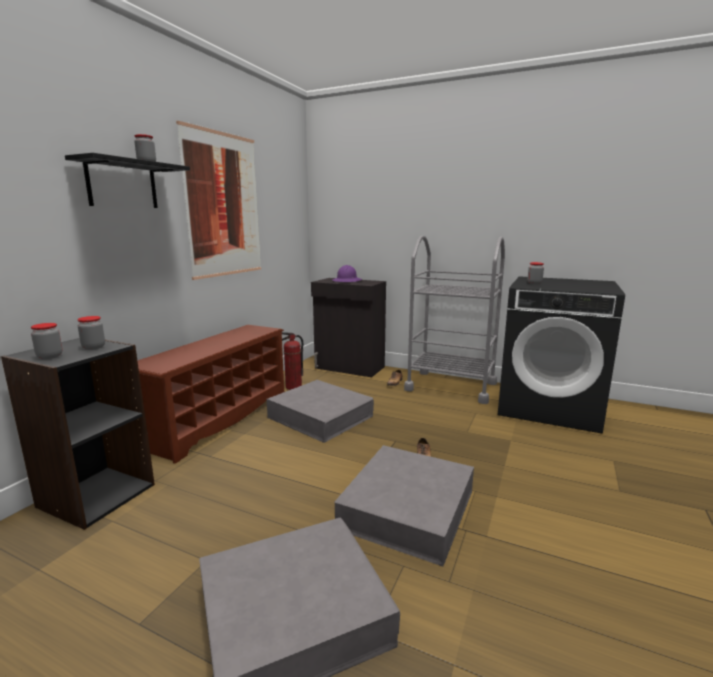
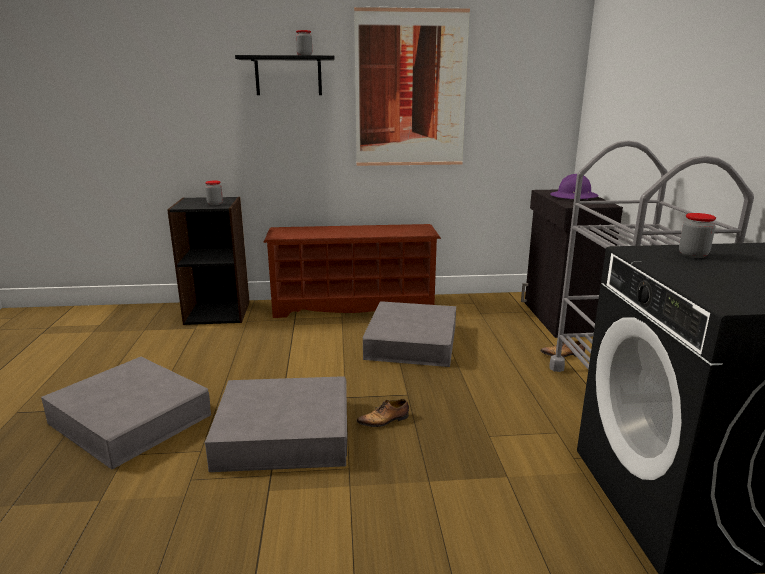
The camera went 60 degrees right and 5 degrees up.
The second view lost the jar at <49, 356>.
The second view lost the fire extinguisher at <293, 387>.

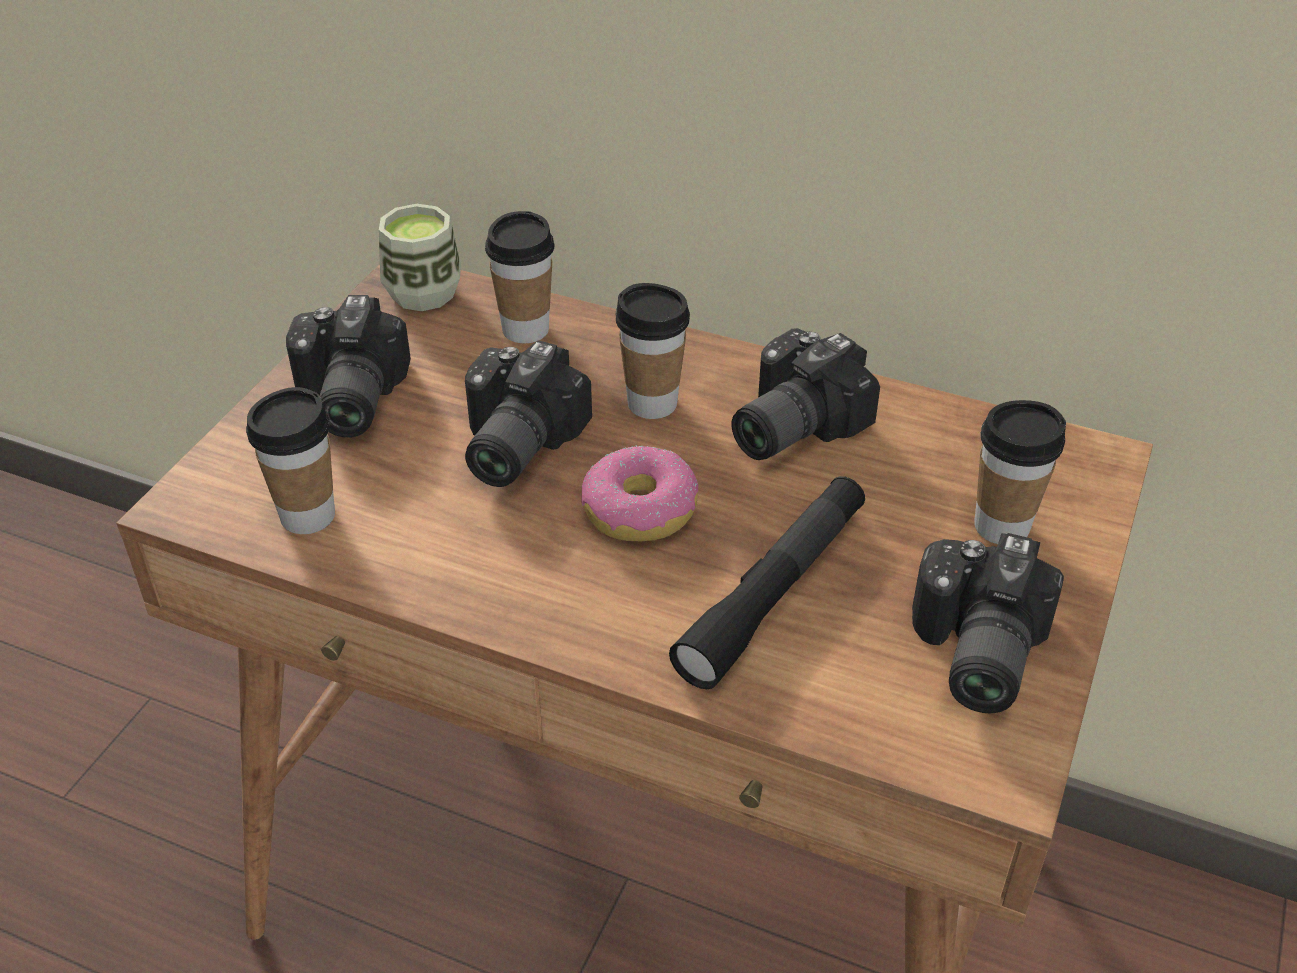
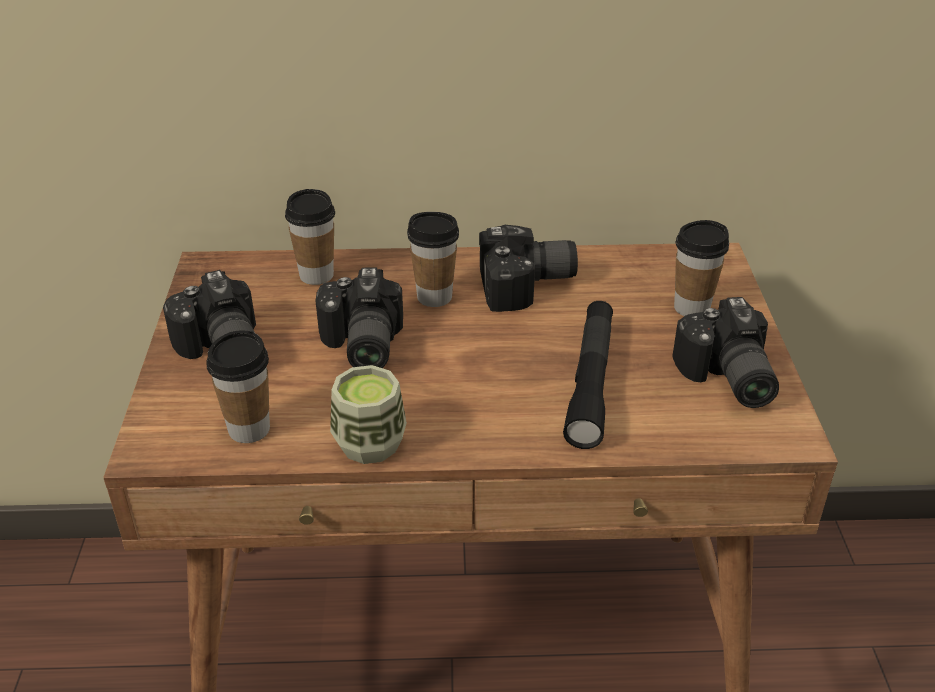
The camera went 25 degrees left and 5 degrees down.
The cup ended up elsewhere, having gone from <423, 293> to <369, 444>.
The photo camera at <787, 425> ended up facing another way, 120 degrees counterclockwise from before.
The second view lost the donut at <639, 509>.

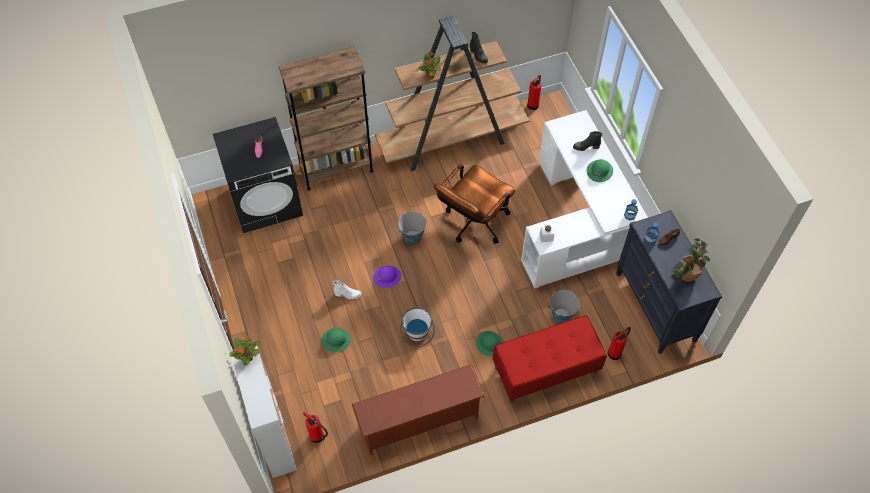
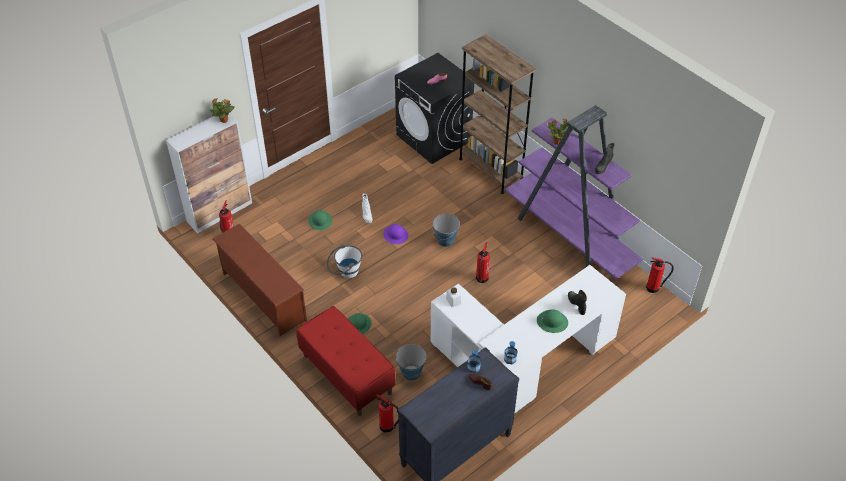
The camera went 70 degrees right and 10 degrees down.
What was the shelving unit in brown at <452, 140> turned into the shelving unit in purplish at <570, 238>.
Where the office chair in brown stood at <473, 224>, the fire extinguisher came to stand at <481, 279>.
The second view lost the houseplant at <684, 276>.

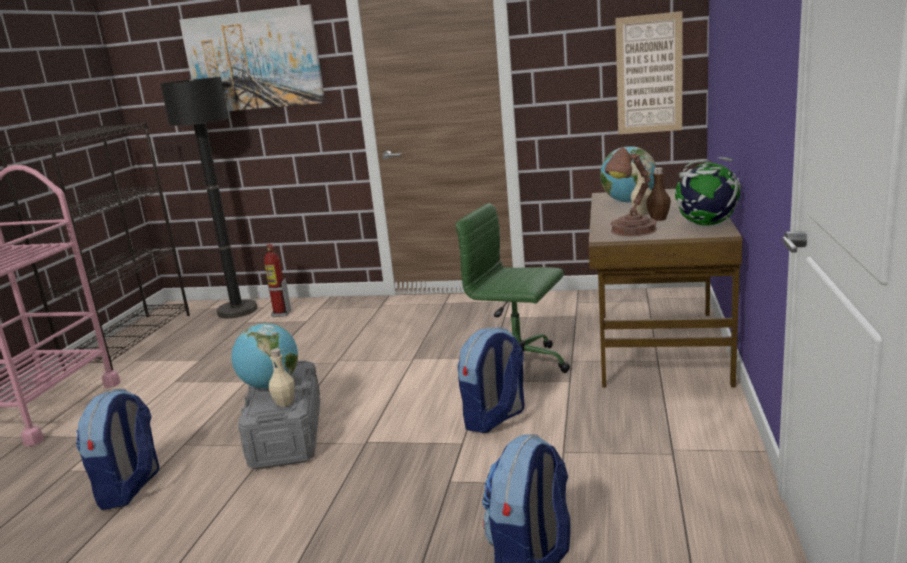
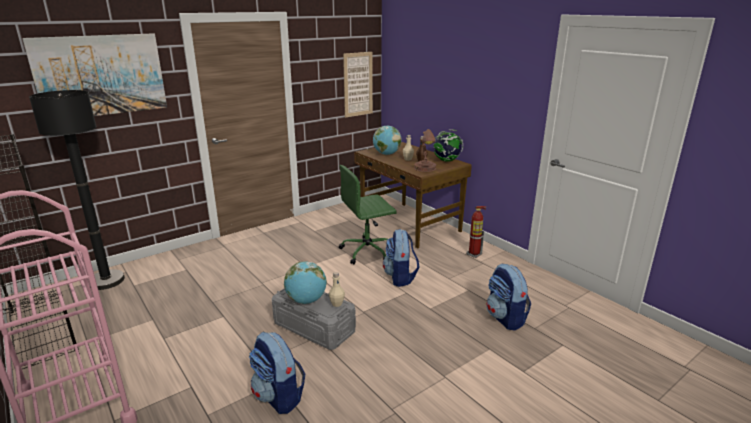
The camera went 50 degrees left and 5 degrees up.
The fire extinguisher ended up elsewhere, having gone from <281, 314> to <474, 254>.

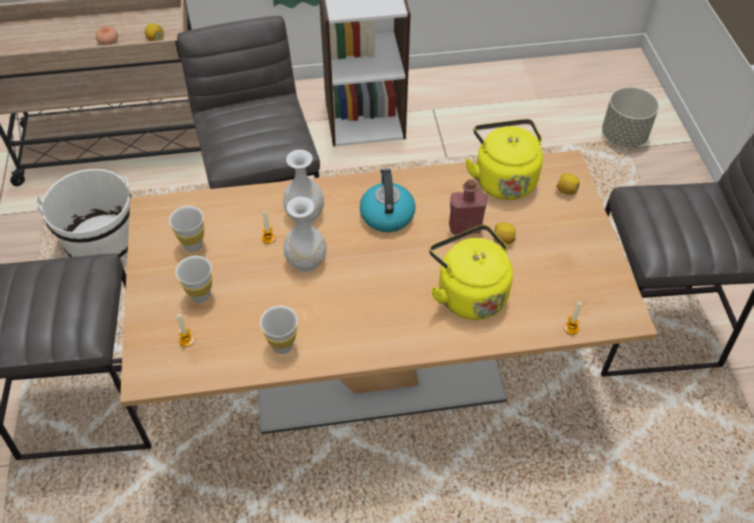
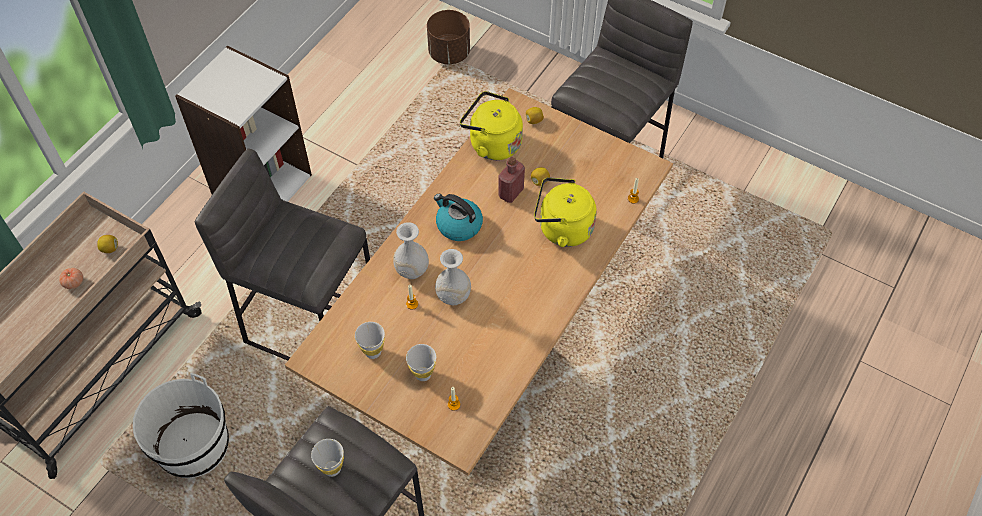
The camera went 50 degrees left and 5 degrees up.
What was the plant pot in greyish at <623, 136> turned into the plant pot in brown at <449, 54>.
The cup in white-coloured ended up elsewhere, having gone from <282, 346> to <332, 468>.

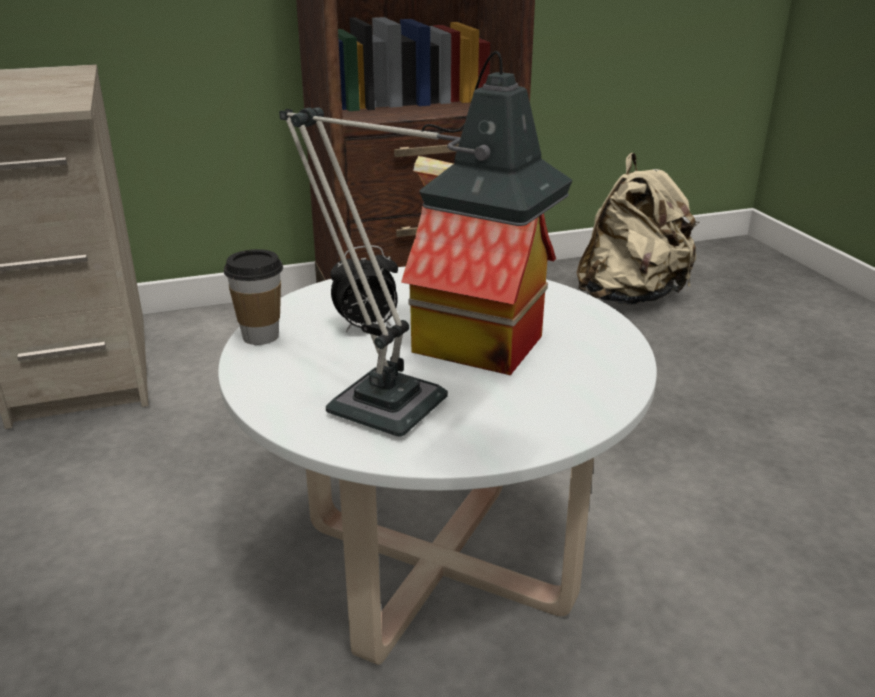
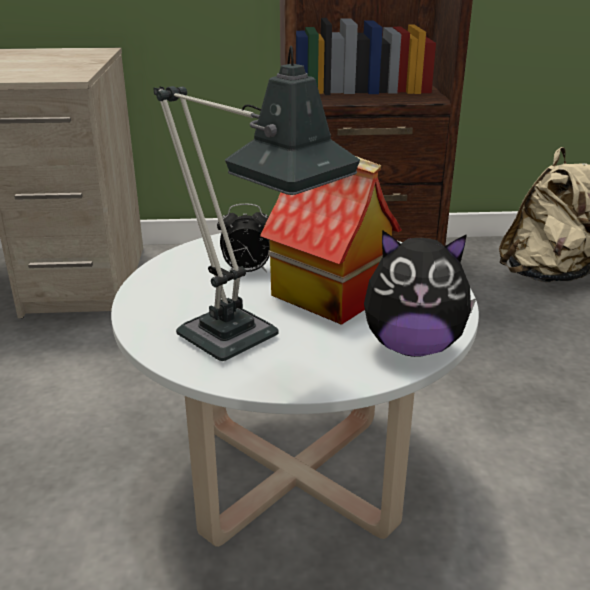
The camera went 15 degrees right and 0 degrees up.
The second view lost the cup at <261, 336>.
The second view gained the cuddly toy at <413, 347>.

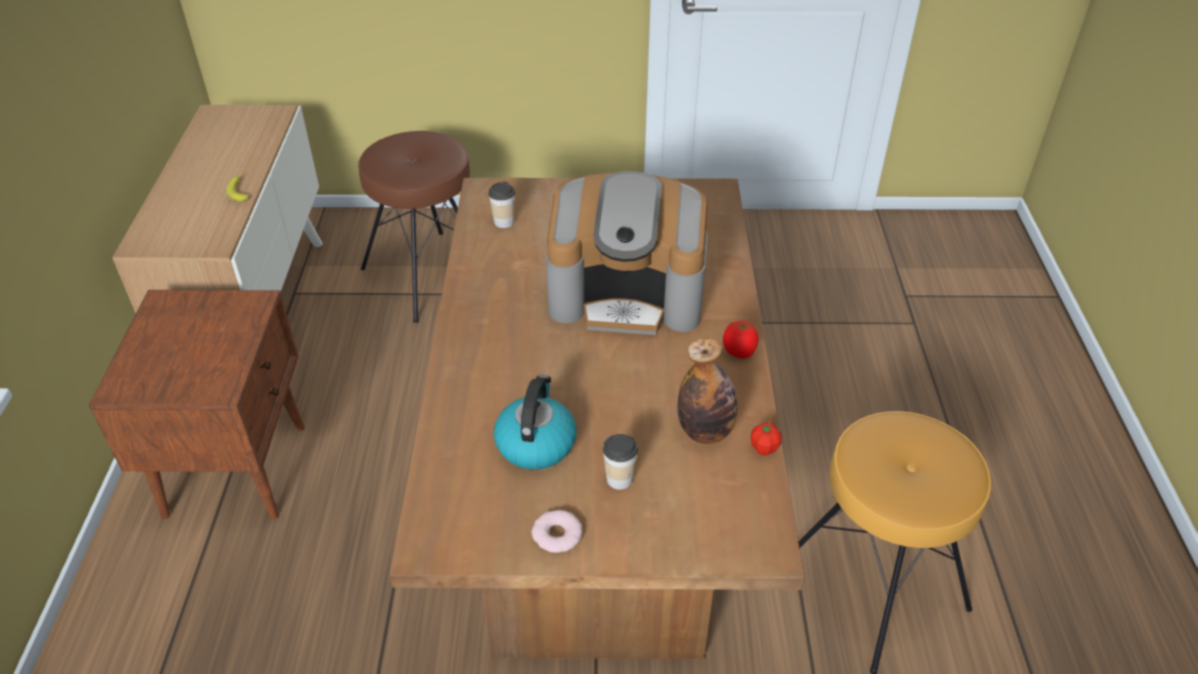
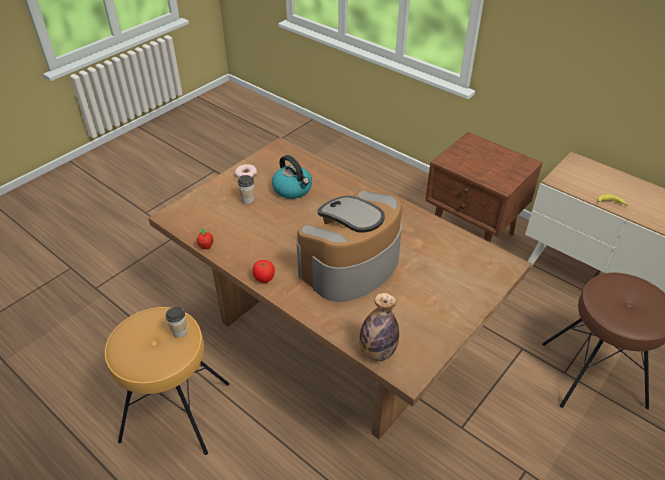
The camera went 130 degrees right and 0 degrees up.
The cup ended up elsewhere, having gone from <504, 222> to <179, 331>.
The beverage bottle ended up elsewhere, having gone from <705, 431> to <377, 352>.

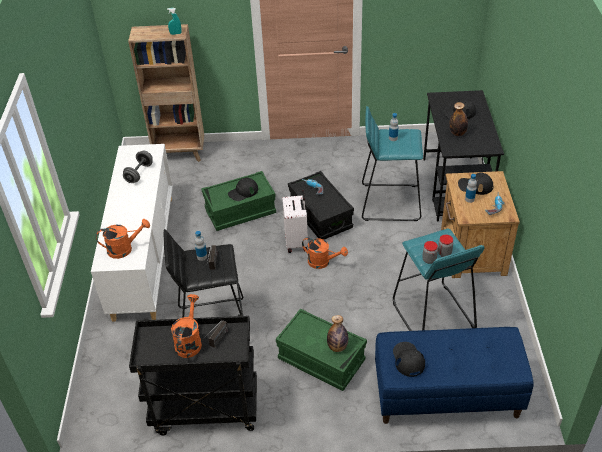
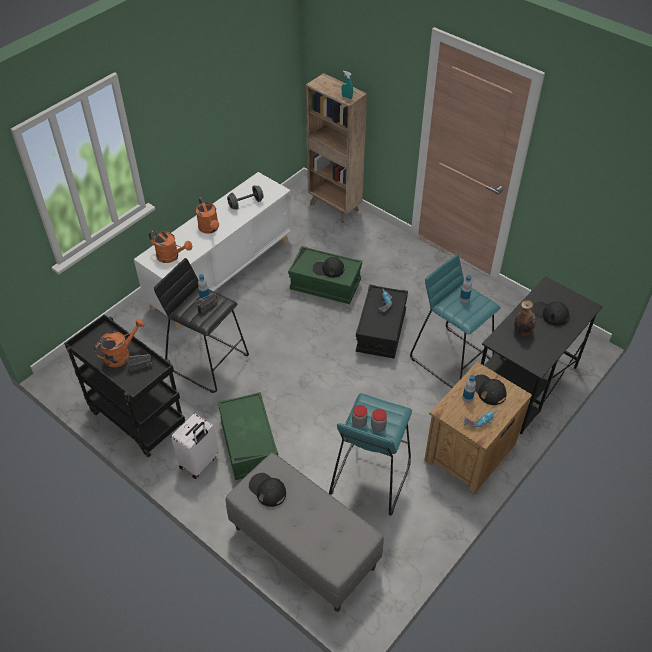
The camera went 40 degrees right and 5 degrees up.
The piece of luggage in white-coloured ended up elsewhere, having gone from <297, 242> to <199, 463>.
The sprinkling can in orange ended up elsewhere, having gone from <322, 262> to <210, 229>.
The second view lost the beverage bottle at <337, 347>.
What was the long seat in blue-coloured at <446, 396> turned into the long seat in greyish at <303, 547>.
The peaked cap in blackish at <408, 360> ended up facing another way, 75 degrees counterclockwise from before.

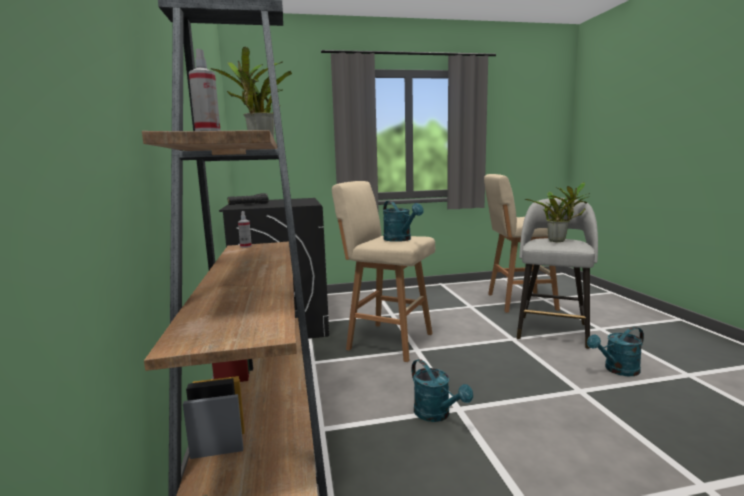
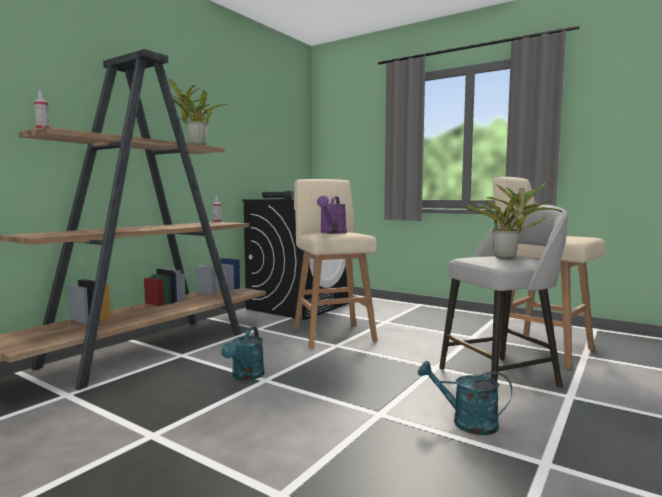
The camera went 45 degrees right and 5 degrees down.
What was the sprinkling can in blue-green at <400, 239> turned into the sprinkling can in purplish at <332, 233>.

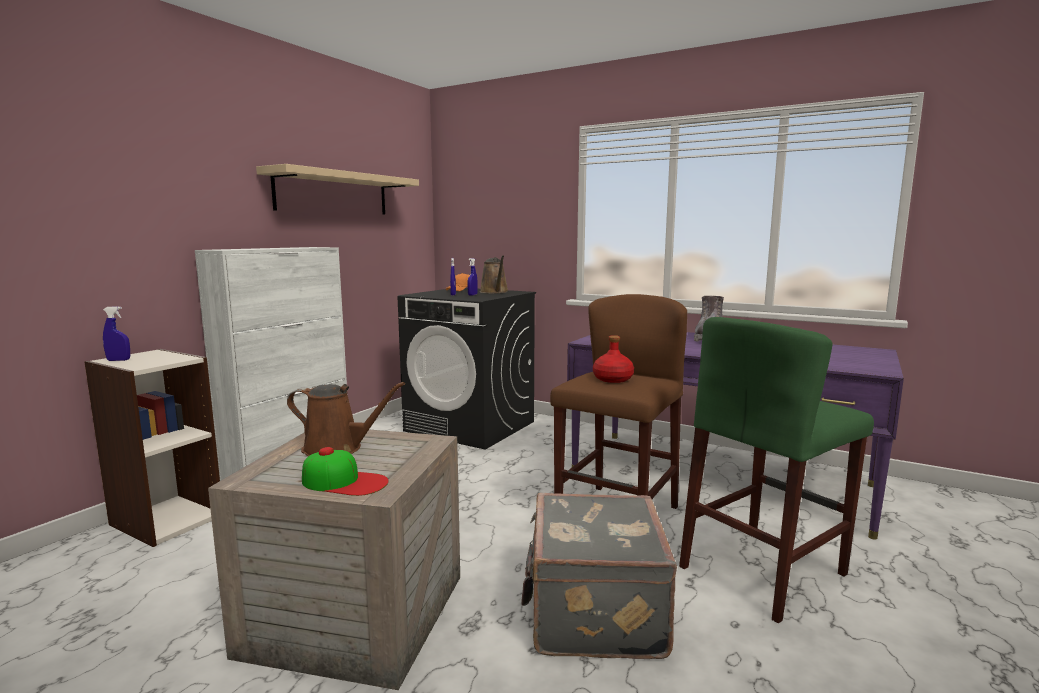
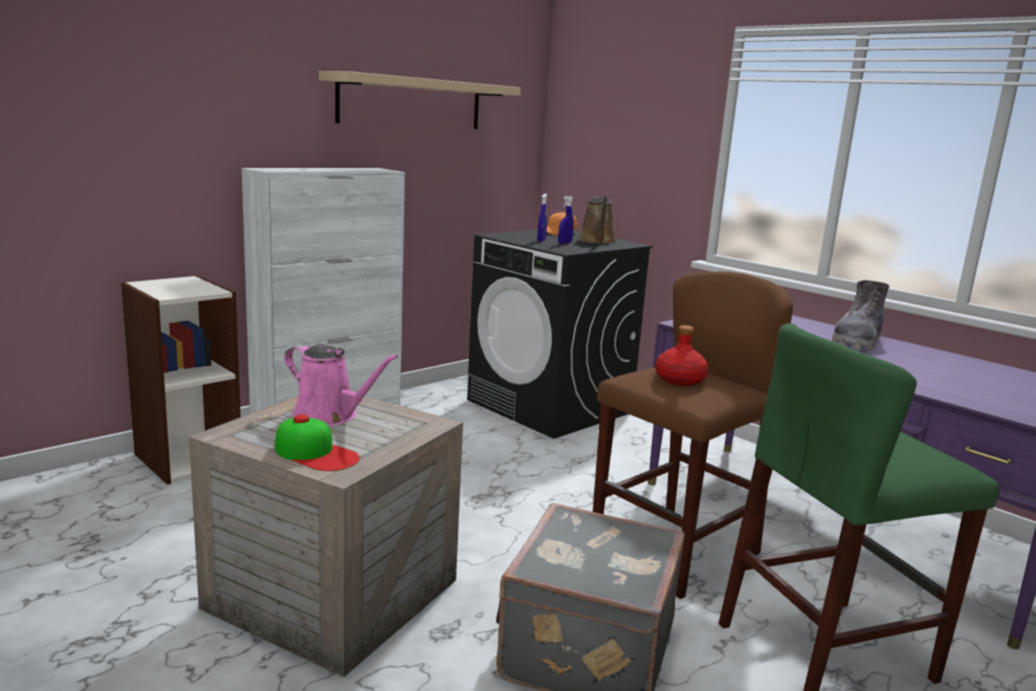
The camera went 15 degrees right and 5 degrees up.
The second view lost the spray bottle in blue-coloured at <118, 360>.
What was the sprinkling can in brown at <338, 449> turned into the sprinkling can in pinkish at <330, 416>.

